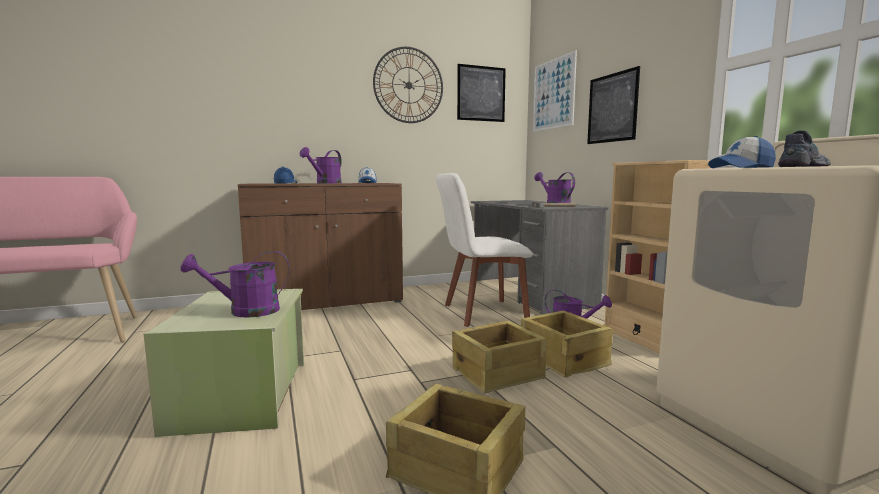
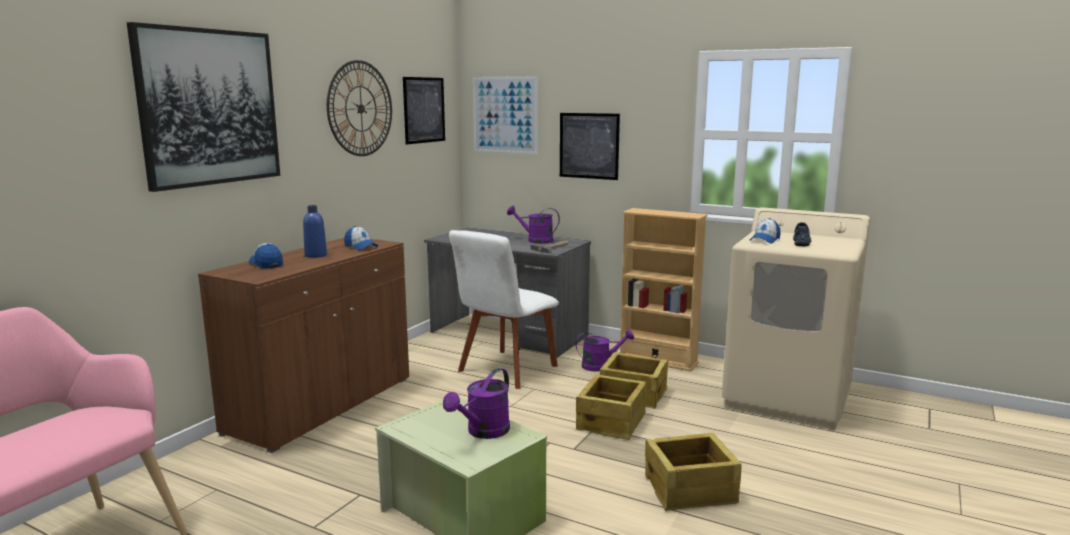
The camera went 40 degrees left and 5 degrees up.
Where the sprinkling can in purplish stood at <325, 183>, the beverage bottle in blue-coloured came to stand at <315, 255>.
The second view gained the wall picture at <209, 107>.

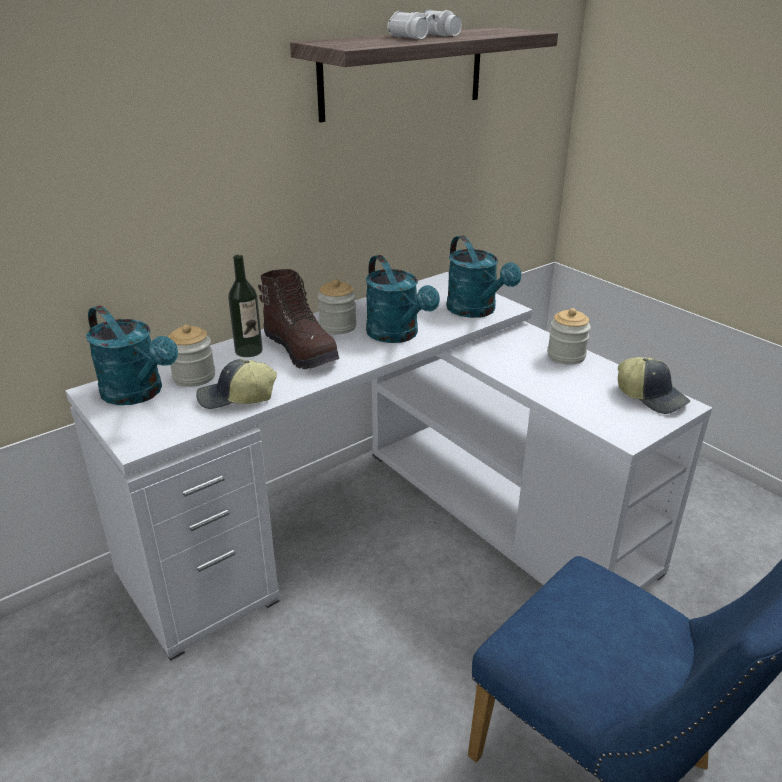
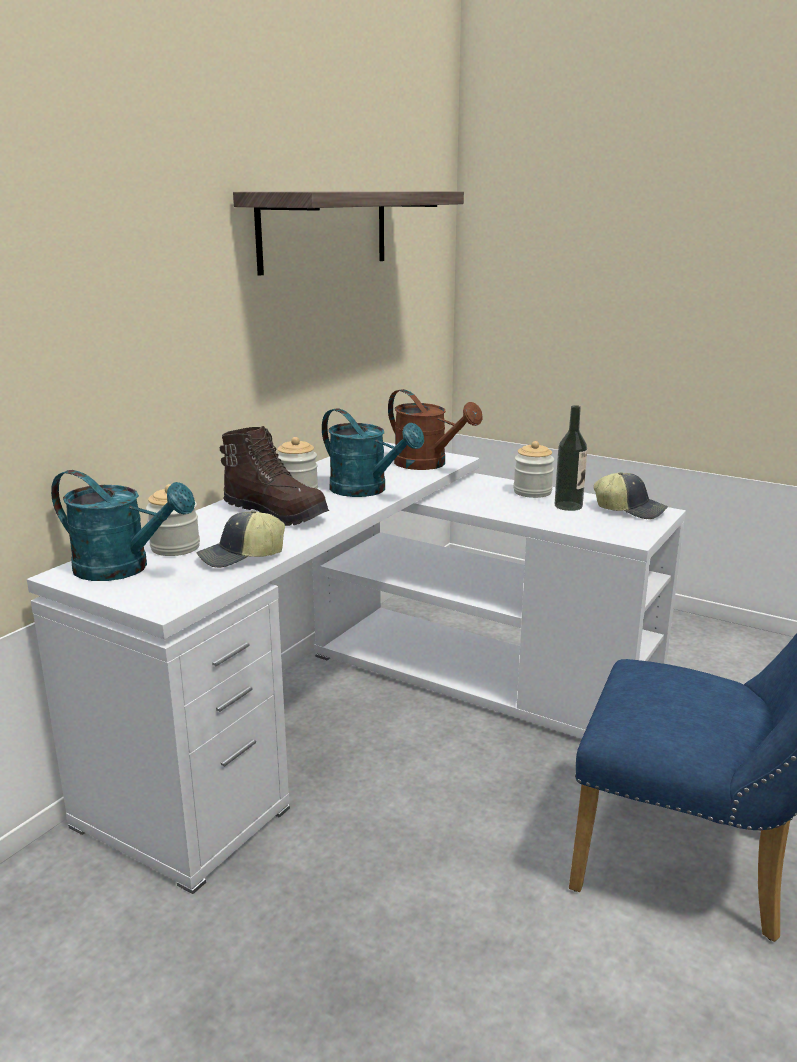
The camera went 20 degrees left and 10 degrees down.
The second view lost the binoculars in white-coloured at <421, 36>.
What was the sprinkling can in blue-green at <476, 311> turned into the sprinkling can in brown at <428, 464>.
The beverage bottle ended up elsewhere, having gone from <249, 351> to <568, 506>.

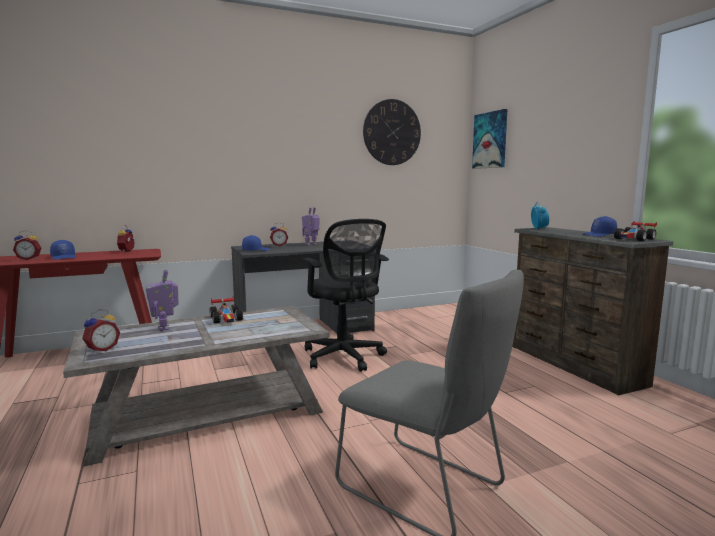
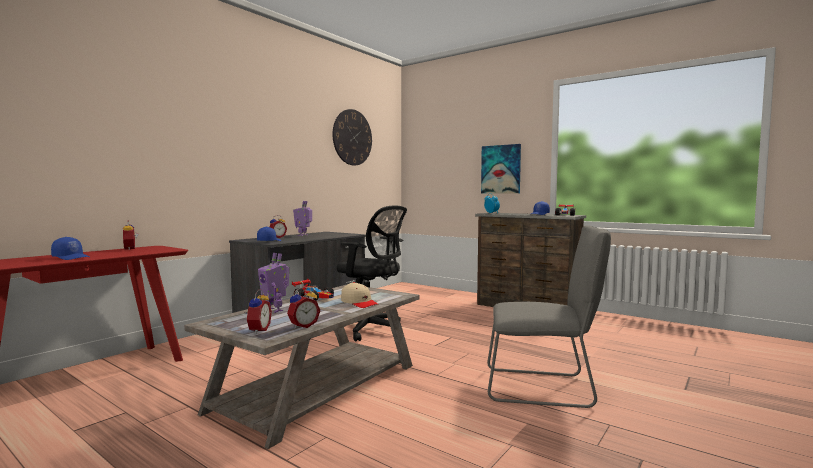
The camera went 30 degrees left and 5 degrees down.
The wall picture ended up elsewhere, having gone from <490, 140> to <501, 169>.
The alarm clock ended up elsewhere, having gone from <29, 259> to <303, 326>.
The second view gained the peaked cap in beige at <359, 303>.

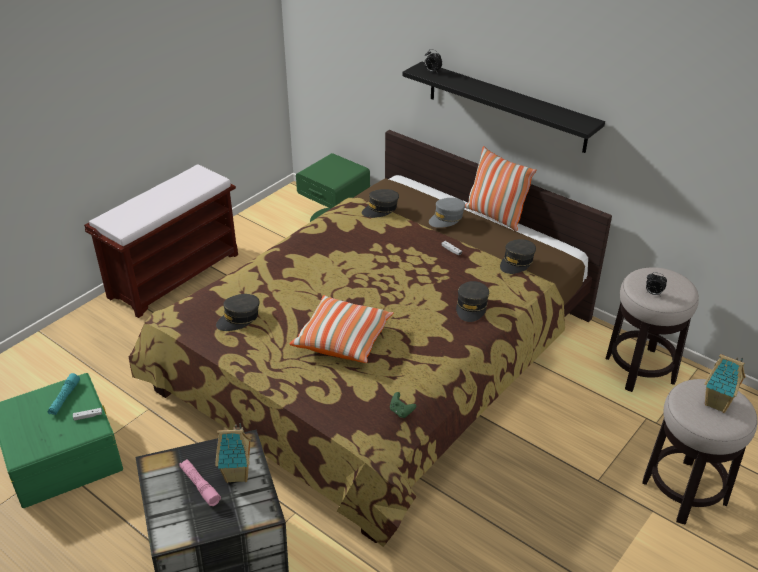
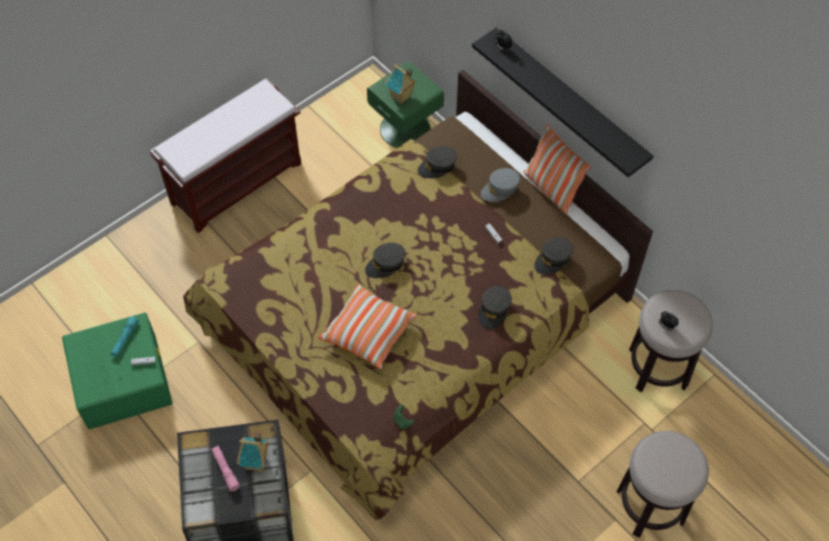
The camera went 10 degrees right and 20 degrees up.
The peaked cap in greyish ended up elsewhere, having gone from <239, 318> to <385, 264>.
The miniature house ended up elsewhere, having gone from <718, 404> to <401, 97>.

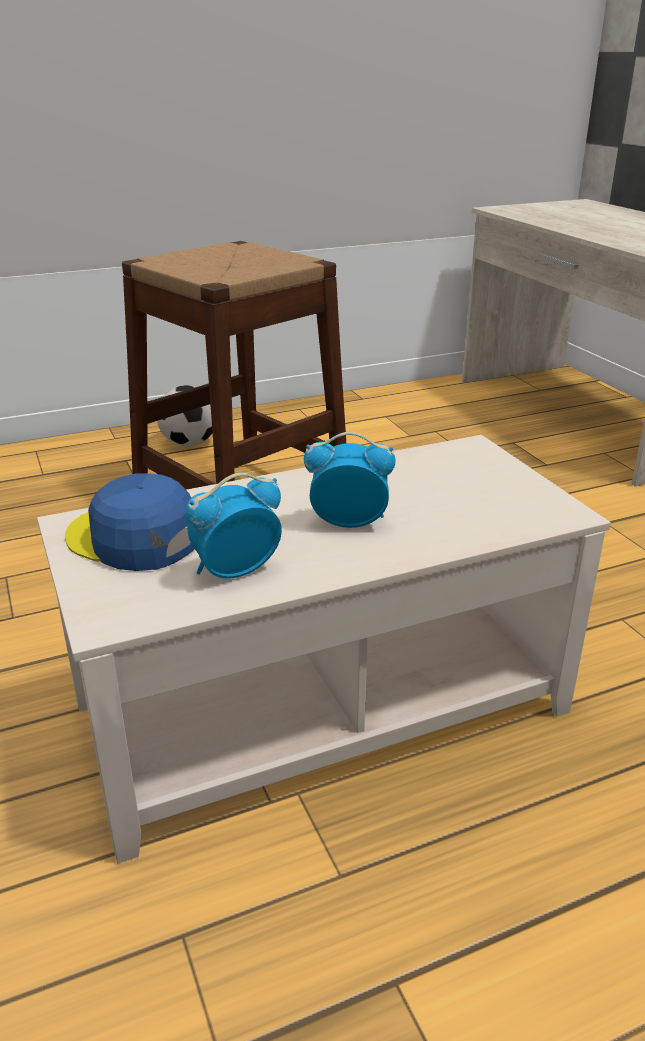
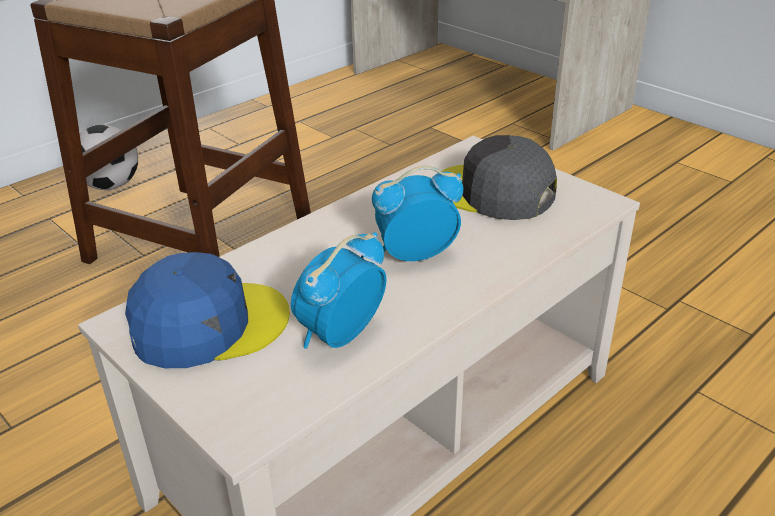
The camera went 20 degrees left and 5 degrees up.
The peaked cap in blue-coloured at <134, 538> ended up facing another way, 150 degrees clockwise from before.
The second view gained the peaked cap in greyish at <494, 192>.

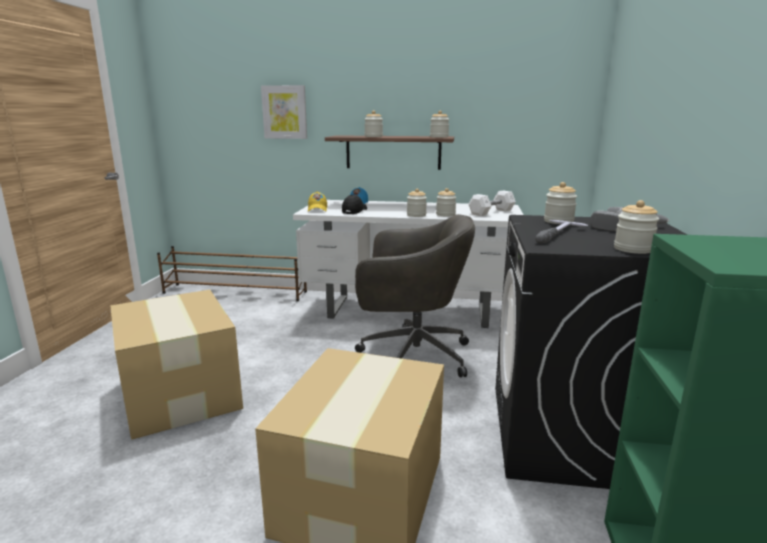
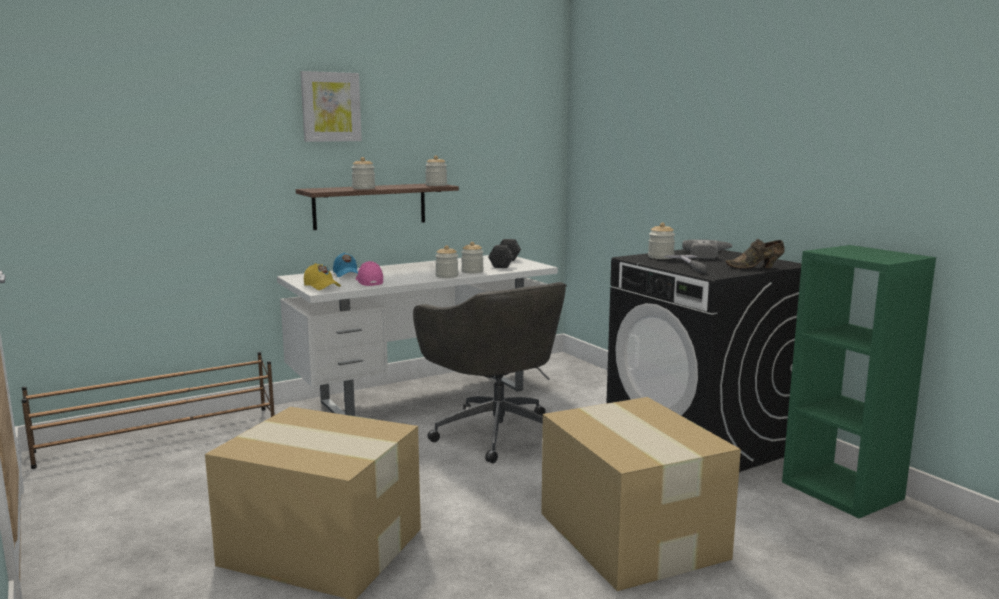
The camera went 40 degrees left and 5 degrees down.
The wall picture ended up elsewhere, having gone from <284, 112> to <331, 107>.
What was the free weight in white-coloured at <491, 212> turned into the free weight in blackish at <505, 263>.
What was the peaked cap in blackish at <354, 211> turned into the peaked cap in pinkish at <369, 281>.
Where the jar stood at <633, 249>, the low shoe in brown came to stand at <756, 268>.
The office chair in greyish at <411, 355> ended up facing another way, 90 degrees clockwise from before.

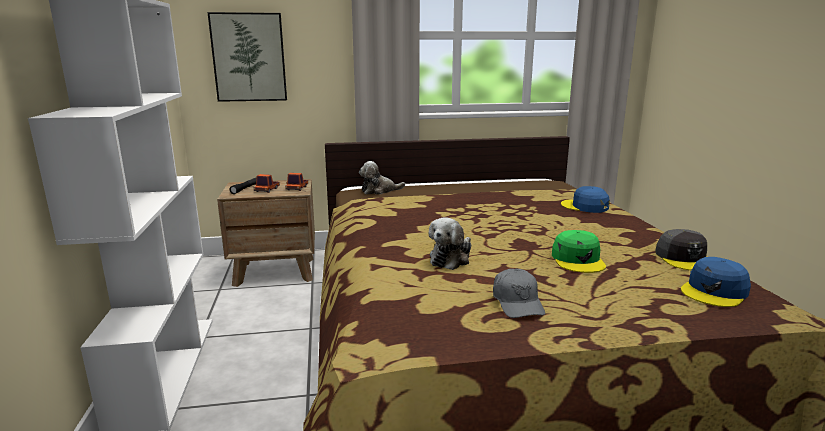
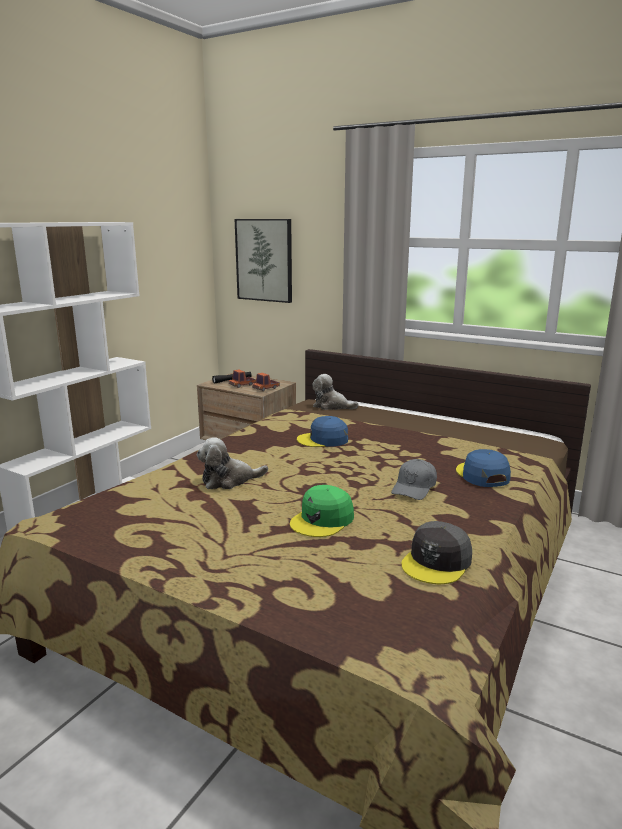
The camera went 40 degrees right and 0 degrees up.
The peaked cap in blue-coloured ended up elsewhere, having gone from <714, 291> to <323, 440>.
The peaked cap in greyish ended up elsewhere, having gone from <517, 303> to <414, 488>.

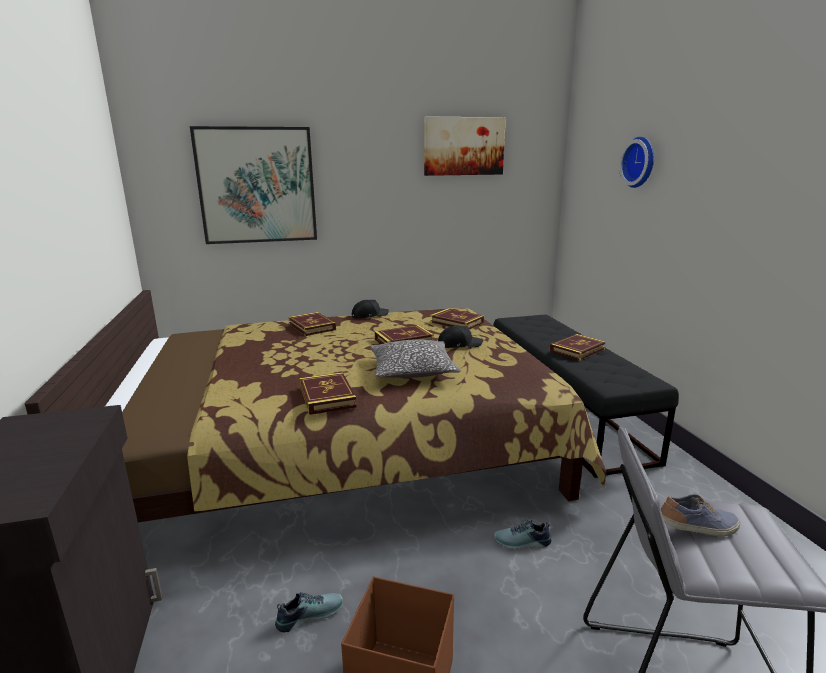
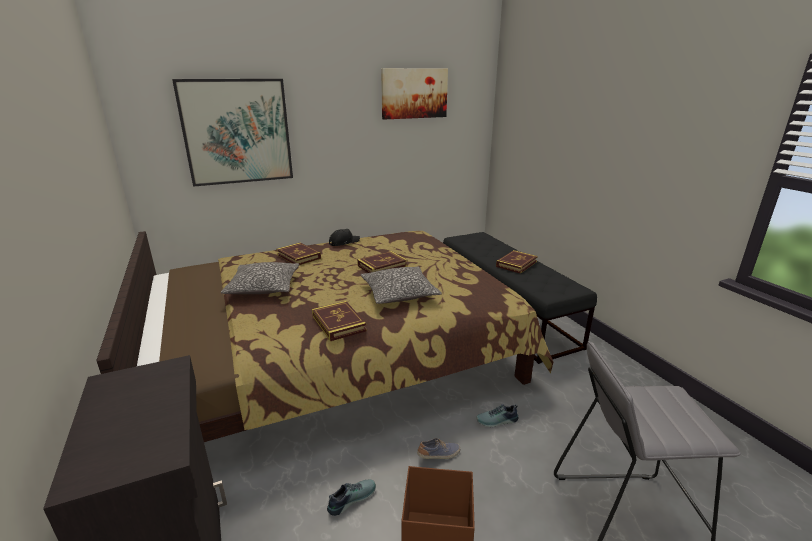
The camera went 10 degrees left and 5 degrees up.
The second view lost the hanging clock at <640, 162>.
The second view lost the book at <456, 322>.
The second view lost the peaked cap in blackish at <459, 344>.
The low shoe ended up elsewhere, having gone from <698, 528> to <439, 455>.
The second view gained the cushion at <264, 287>.

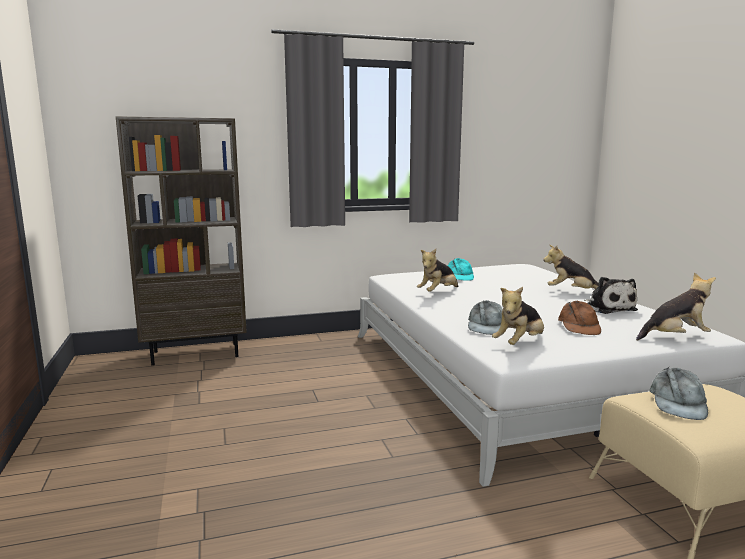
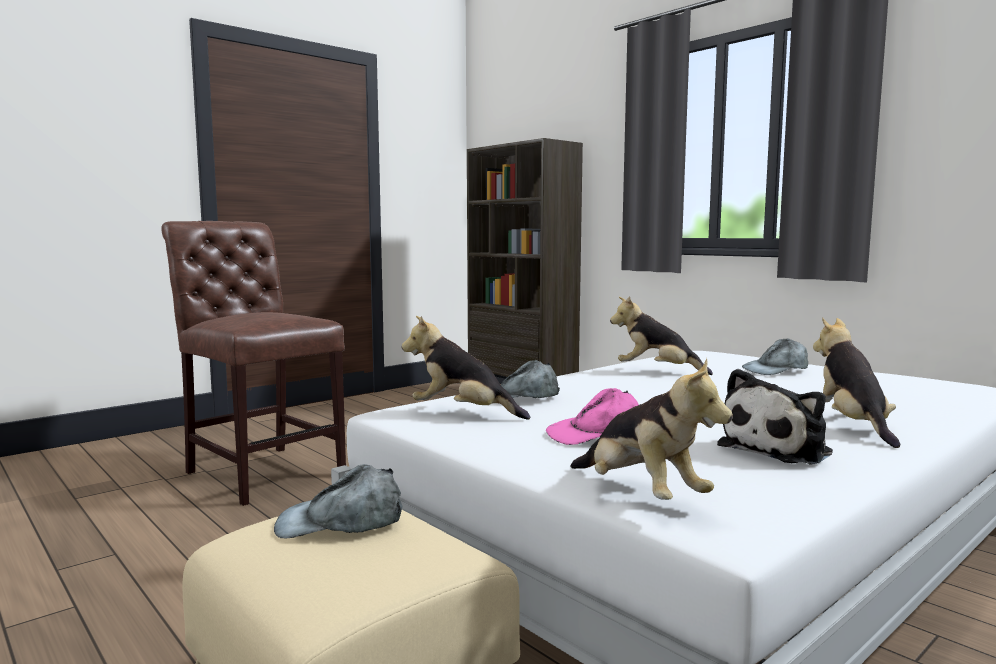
The camera went 65 degrees right and 5 degrees down.
What was the peaked cap in blue-green at <459, 276> turned into the peaked cap in greyish at <776, 369>.
What was the peaked cap in brown at <579, 326> turned into the peaked cap in pinkish at <596, 433>.
The second view gained the upright chair in brown at <261, 471>.

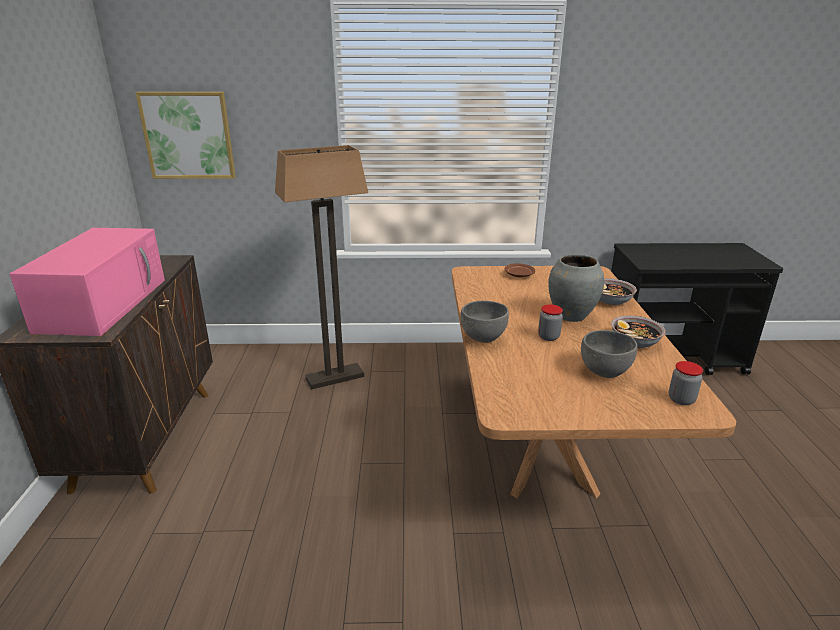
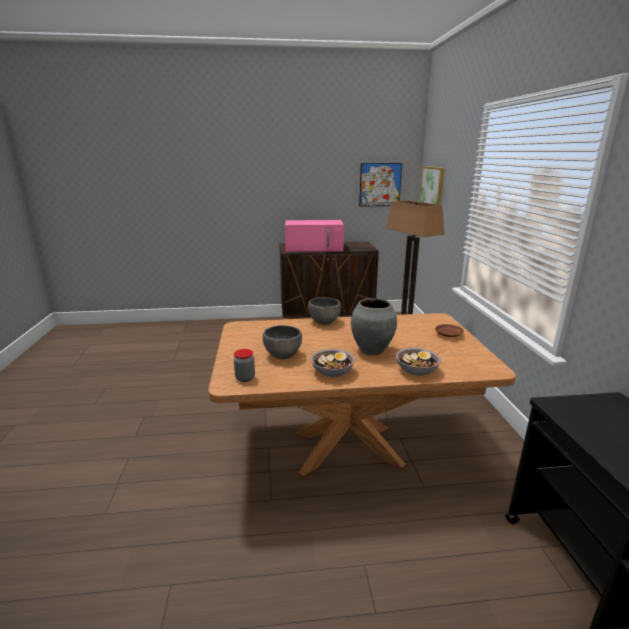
The camera went 85 degrees right and 5 degrees down.
The second view lost the jar at <548, 337>.
The second view gained the wall picture at <380, 184>.

